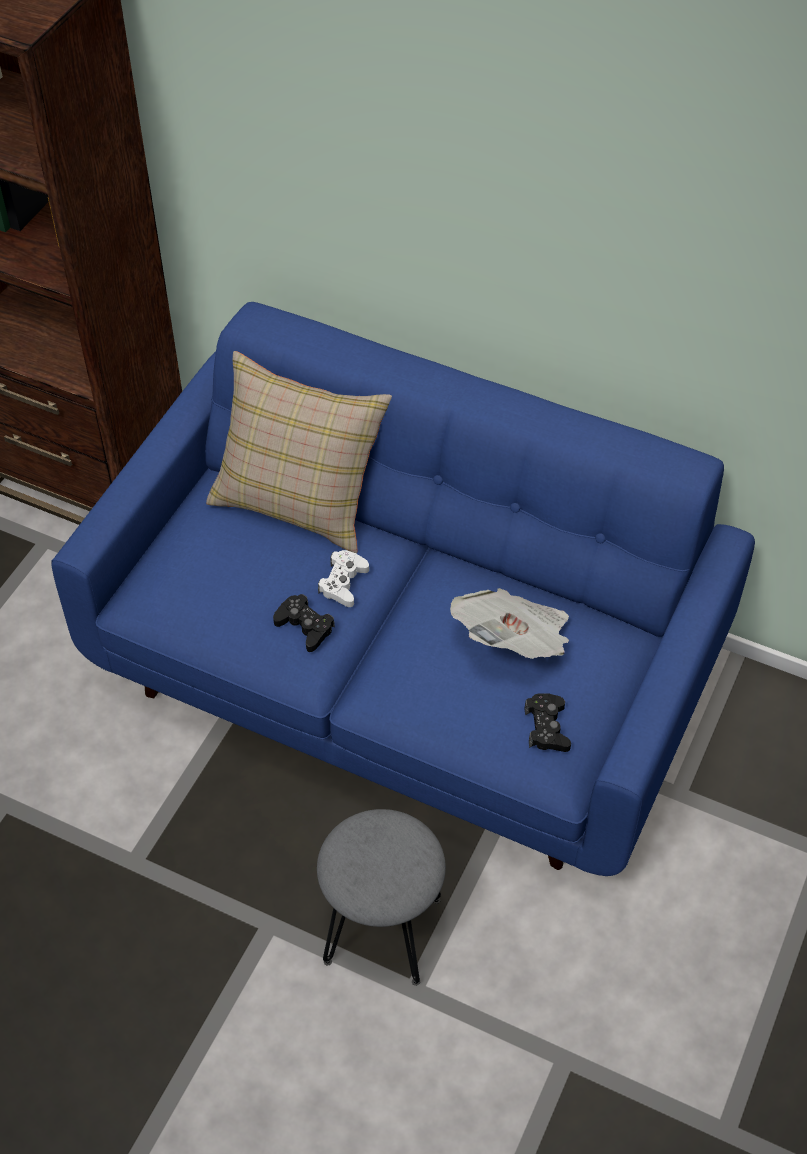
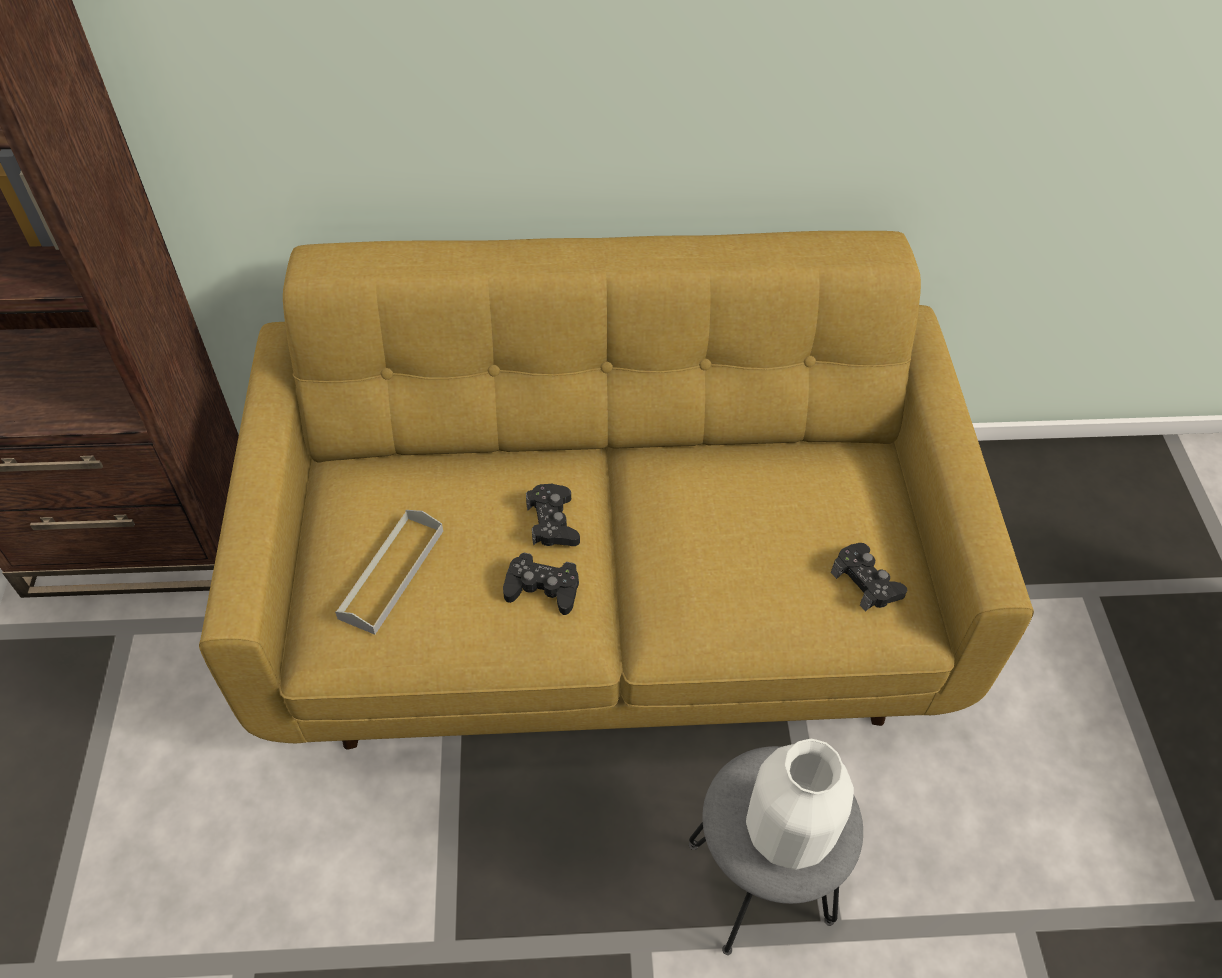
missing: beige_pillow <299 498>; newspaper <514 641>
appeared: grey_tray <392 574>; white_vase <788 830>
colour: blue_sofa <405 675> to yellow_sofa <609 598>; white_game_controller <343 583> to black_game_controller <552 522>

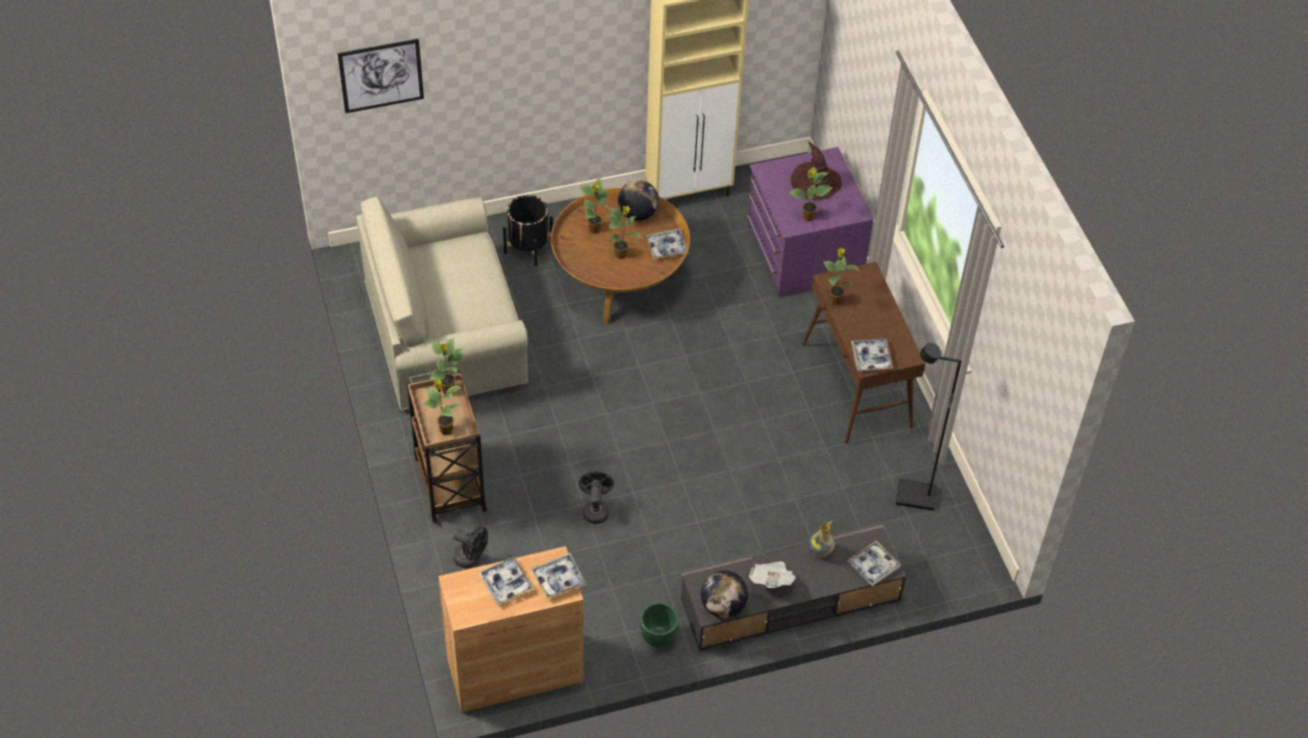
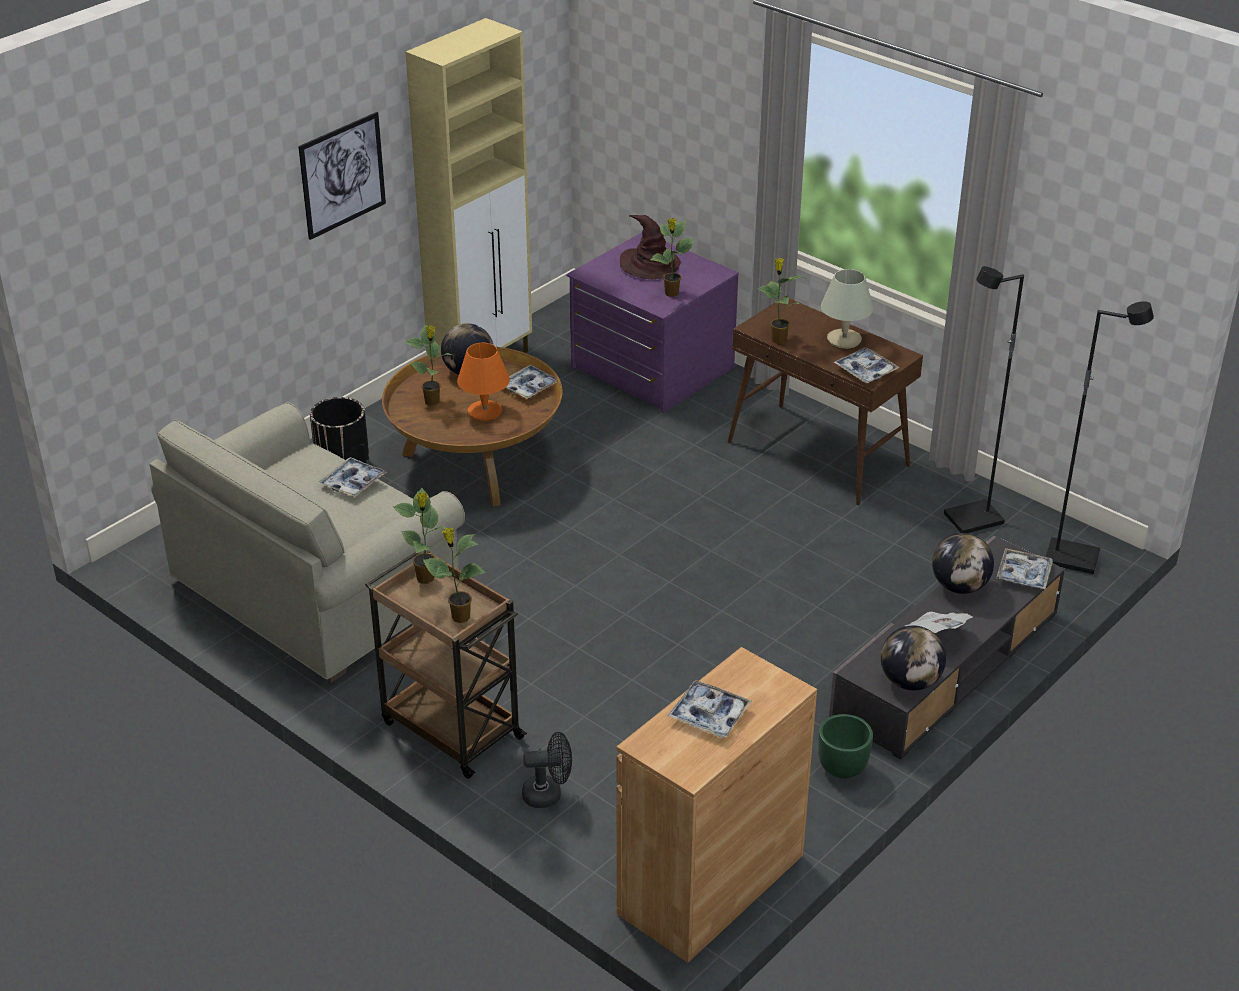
missing: black_fan <595 509>
appeared: beige_table_lamp <844 340>; black_floor_lamp <1072 558>
relocated: picture <381 75> to <342 175>; tray <558 579> to <353 482>
exchanged: potted_plant <621 254> to orange_table_lamp <484 411>; vase <821 553> to globe <959 586>

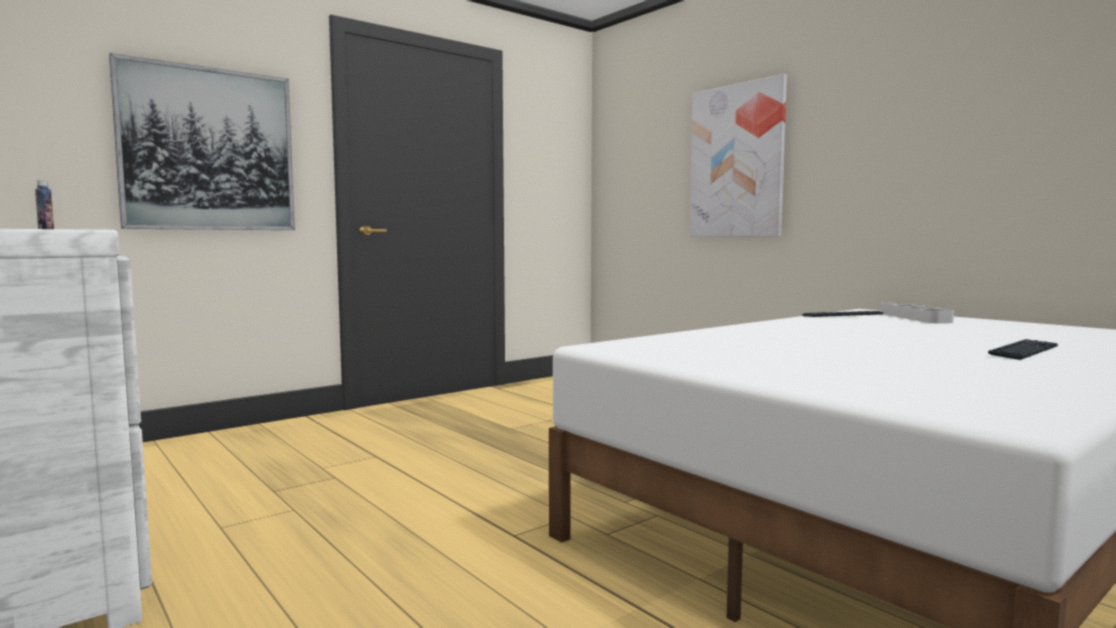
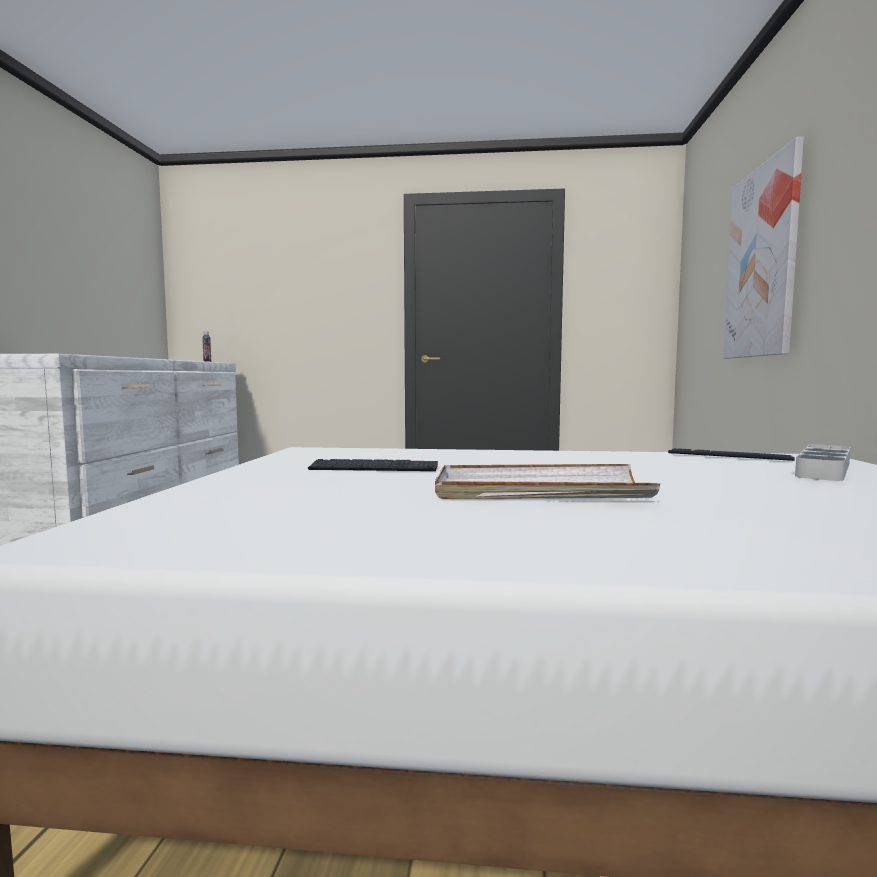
missing: picture <208 150>
appeared: white_tray <539 490>
relocated: keyboard <1024 351> to <374 468>

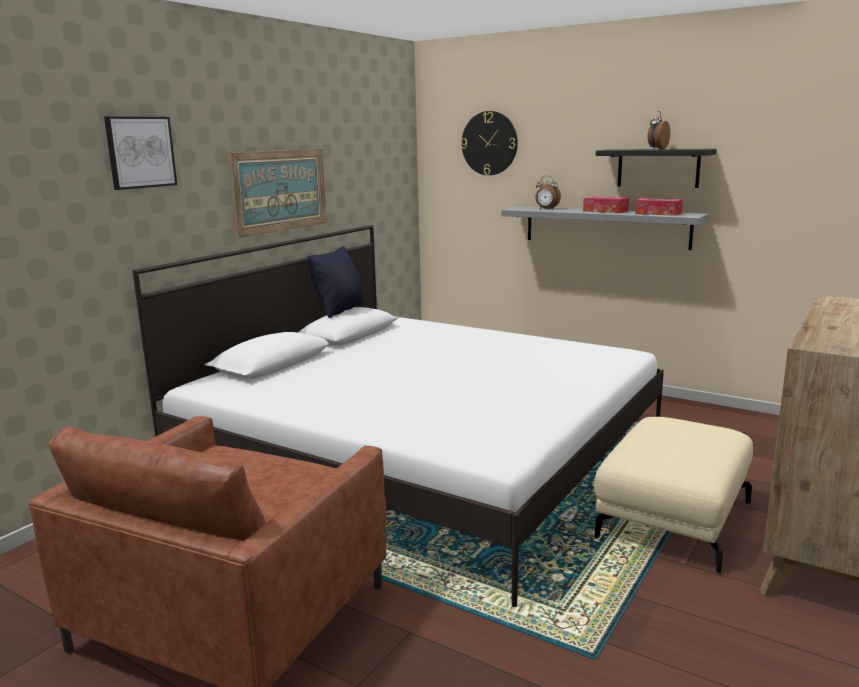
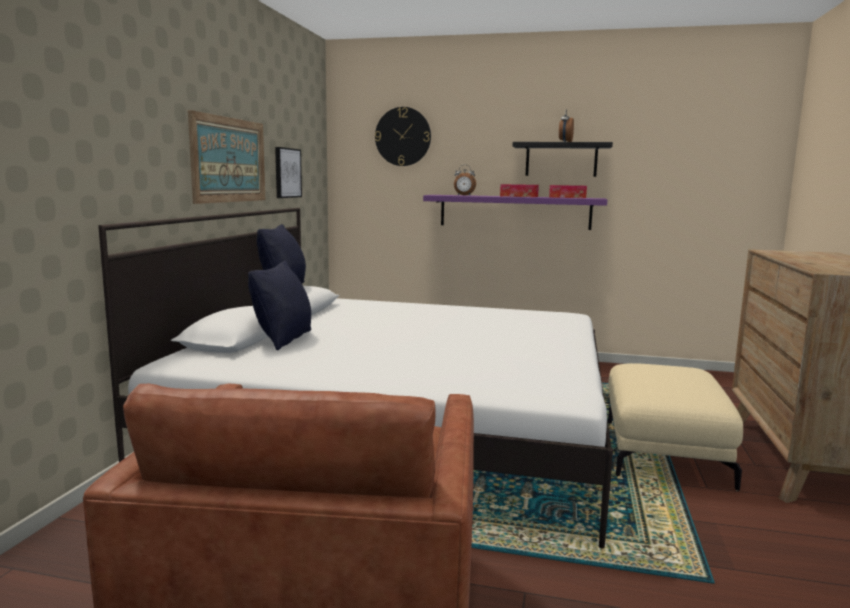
appeared: black_pillow <284 339>
relocated: picture <140 152> to <287 173>
colour: grey_shelf <605 227> to purple_shelf <514 212>

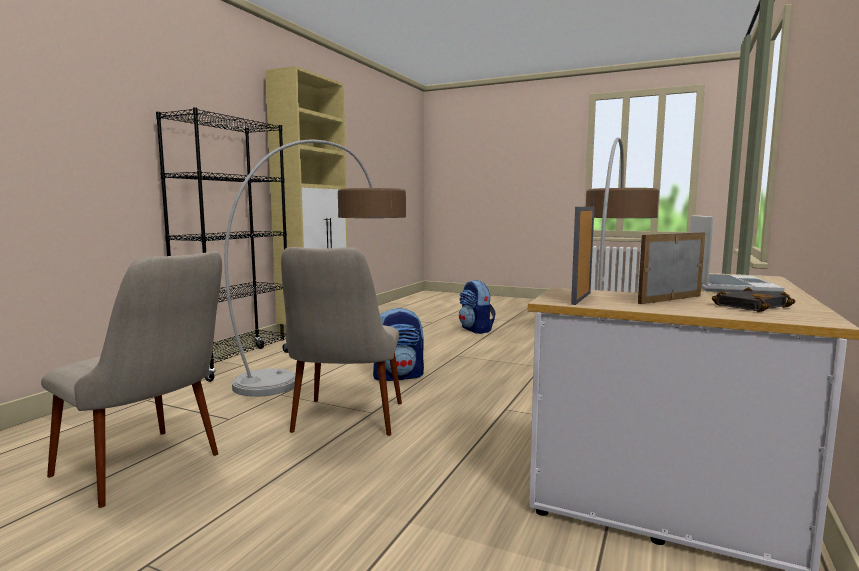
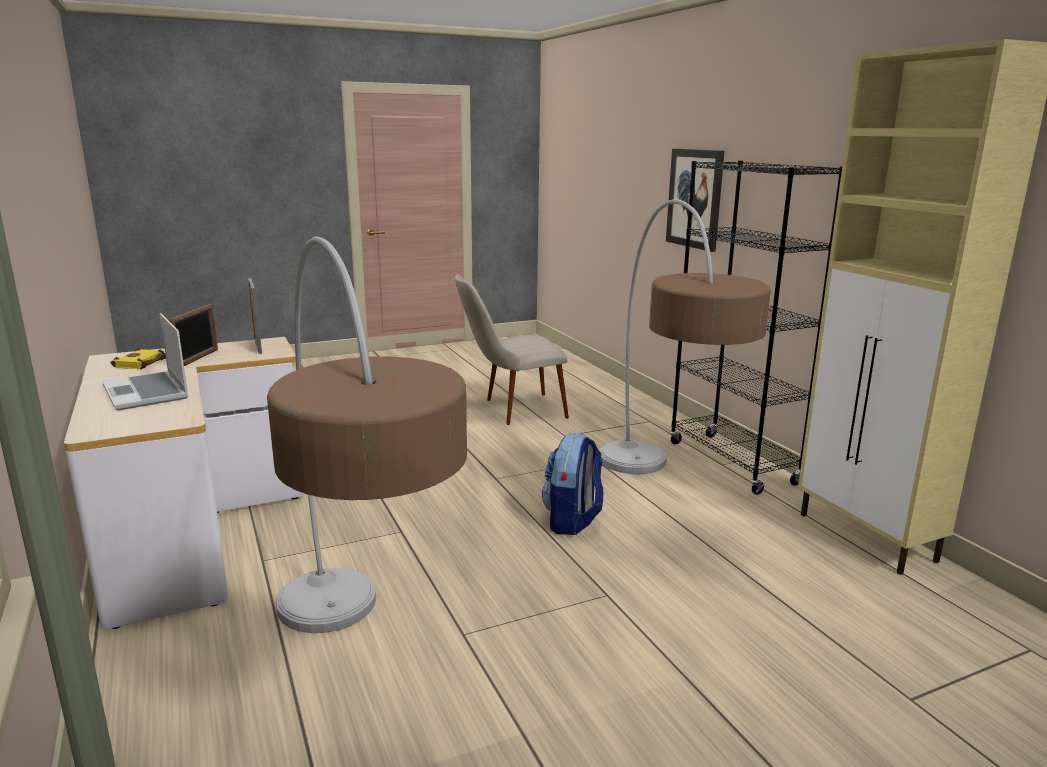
missing: beige_chair <344 425>; backpack <476 330>
appeared: picture <695 198>
colour: black_book <750 305> to yellow_book <141 363>

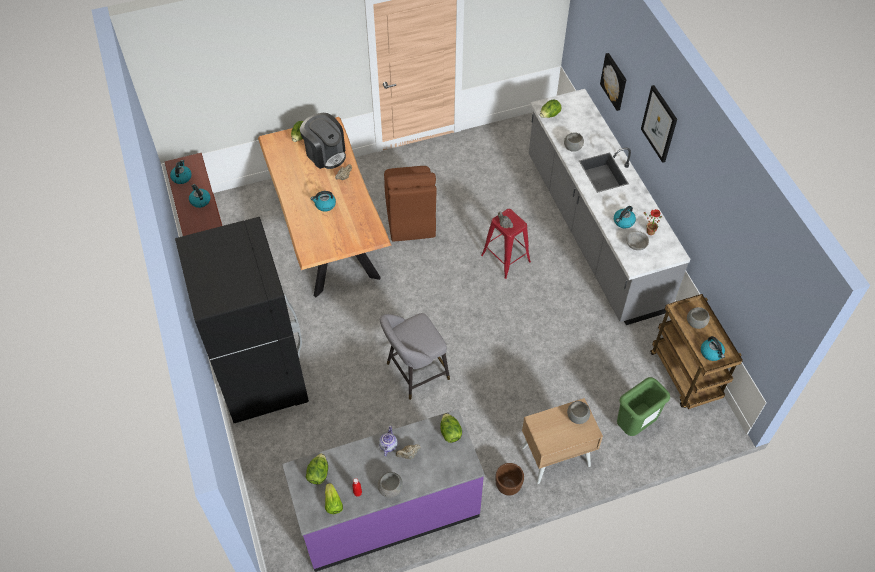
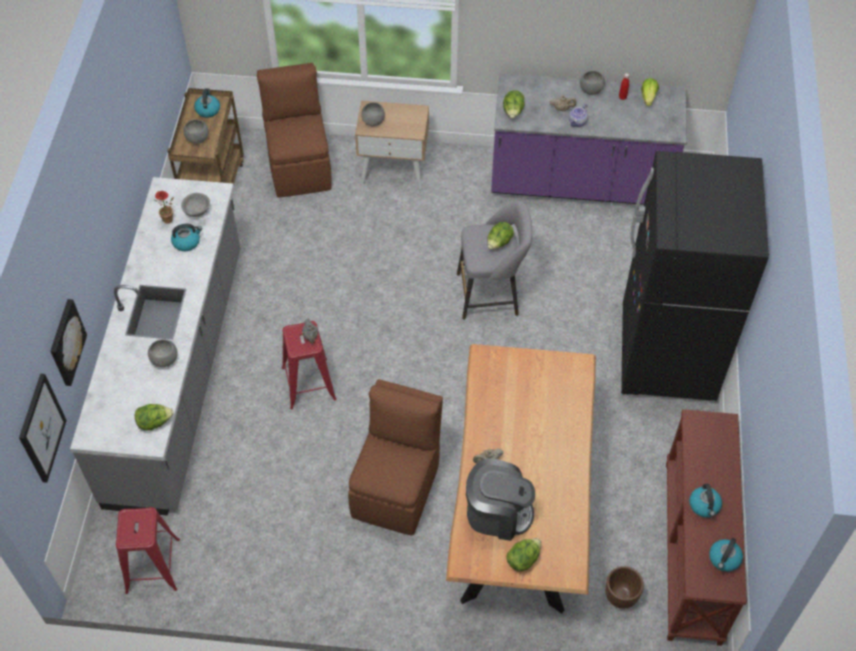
missing: kettle <325 205>
appeared: red_stool <153 566>
relocated: lettuce <318 473> to <499 243>; brown_planter <508 486> to <620 597>; picture <659 123> to <41 428>
exchanged: green_trash_can <635 425> to brown_chair <299 166>
spun: coffee_machine <325 153> = <497 513> 120 degrees clockwise

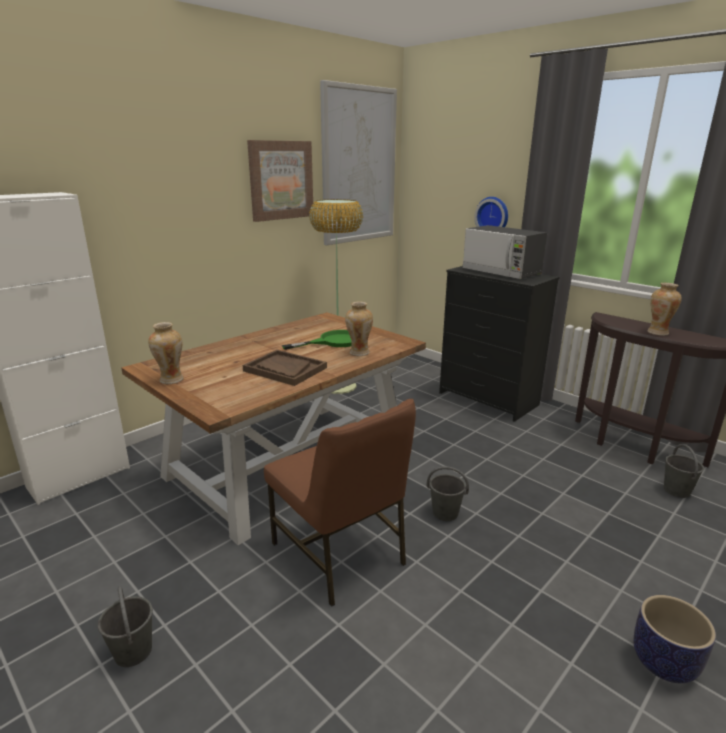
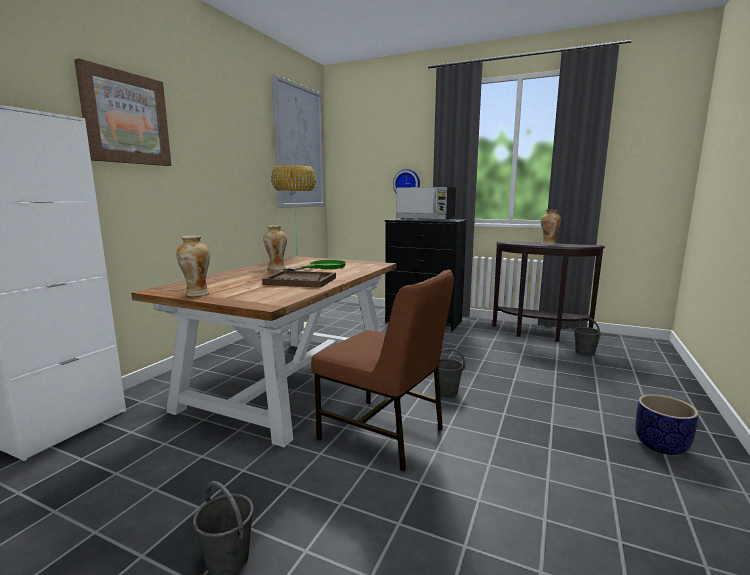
relocated: picture <281 180> to <126 118>; vase <358 353> to <276 269>

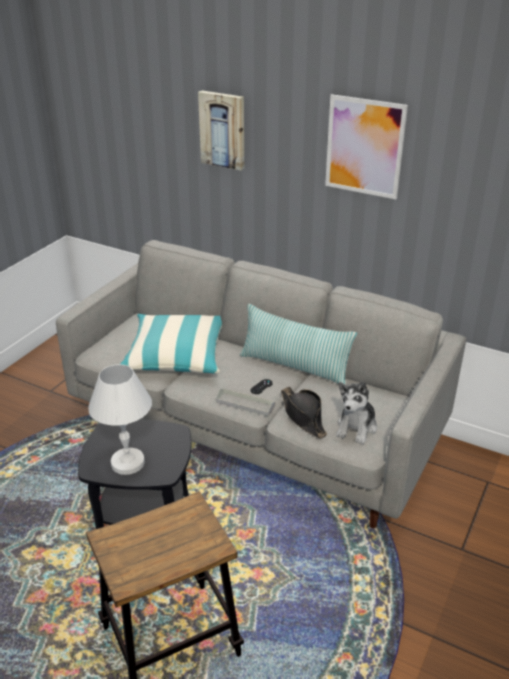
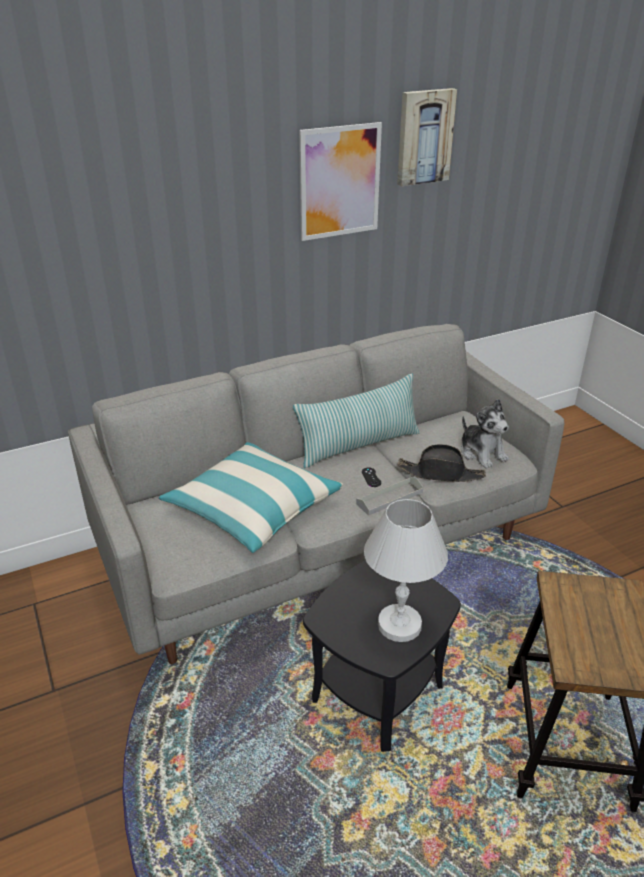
relocated: picture <223 129> to <424 137>

